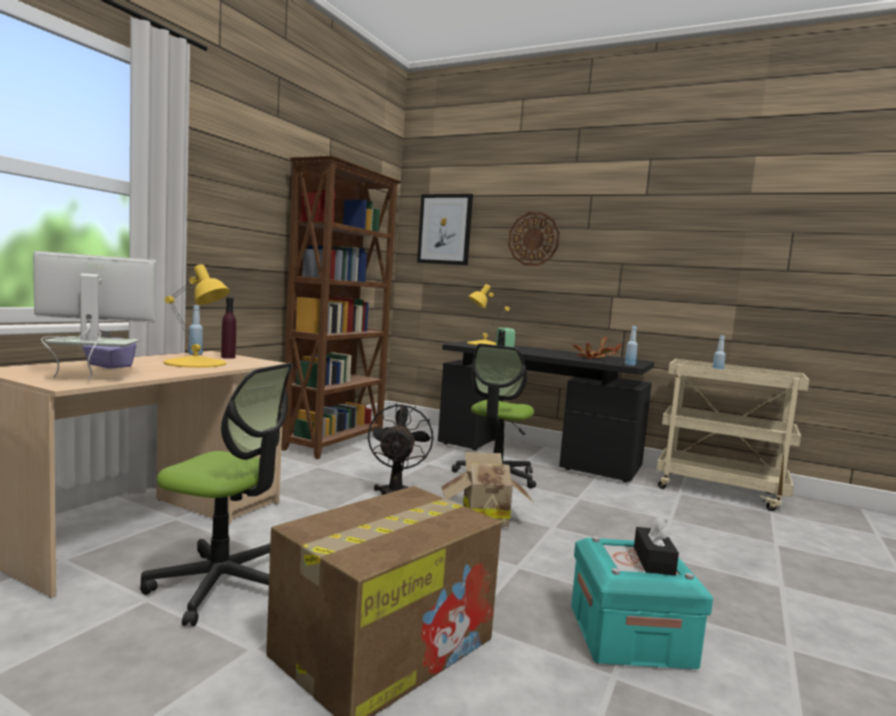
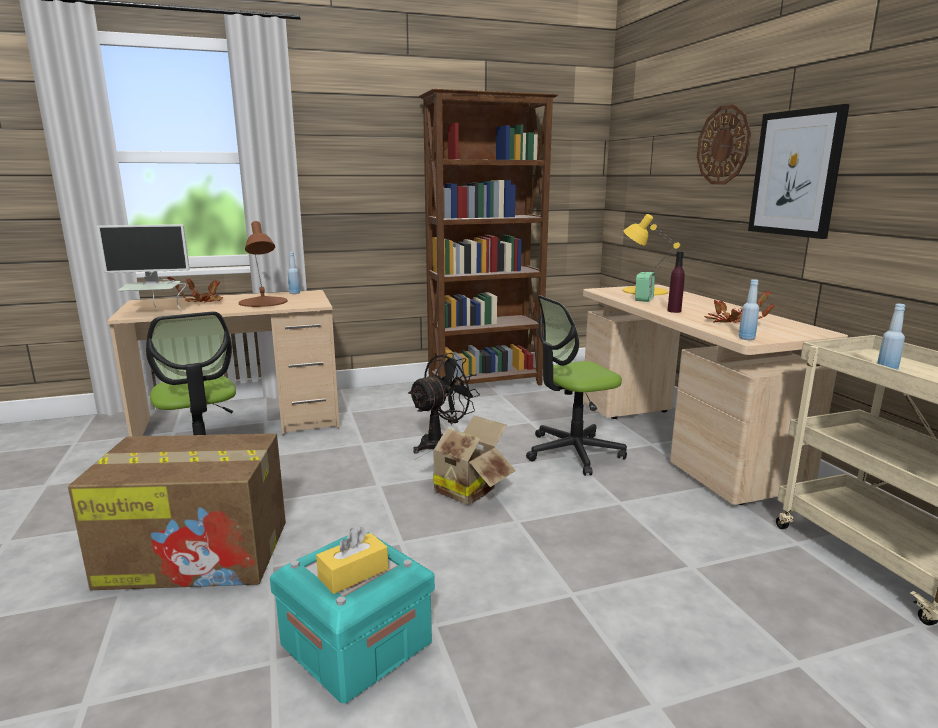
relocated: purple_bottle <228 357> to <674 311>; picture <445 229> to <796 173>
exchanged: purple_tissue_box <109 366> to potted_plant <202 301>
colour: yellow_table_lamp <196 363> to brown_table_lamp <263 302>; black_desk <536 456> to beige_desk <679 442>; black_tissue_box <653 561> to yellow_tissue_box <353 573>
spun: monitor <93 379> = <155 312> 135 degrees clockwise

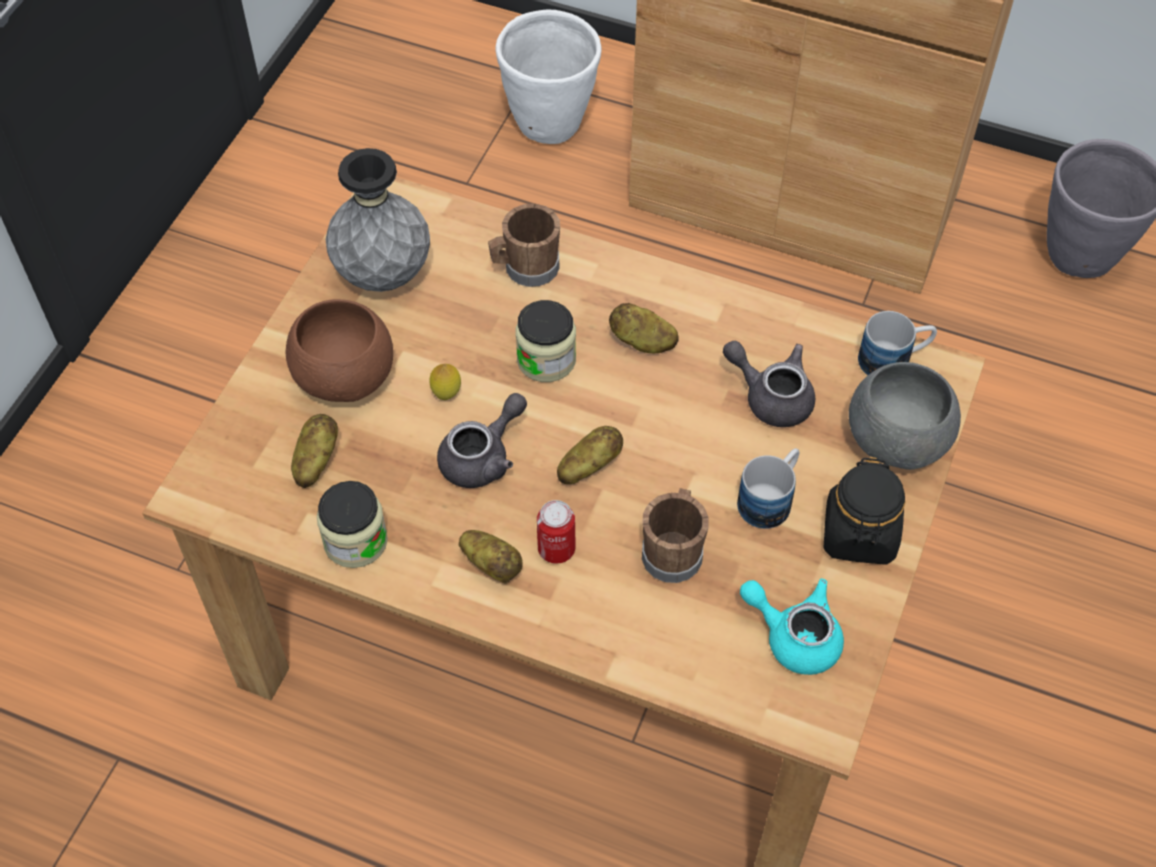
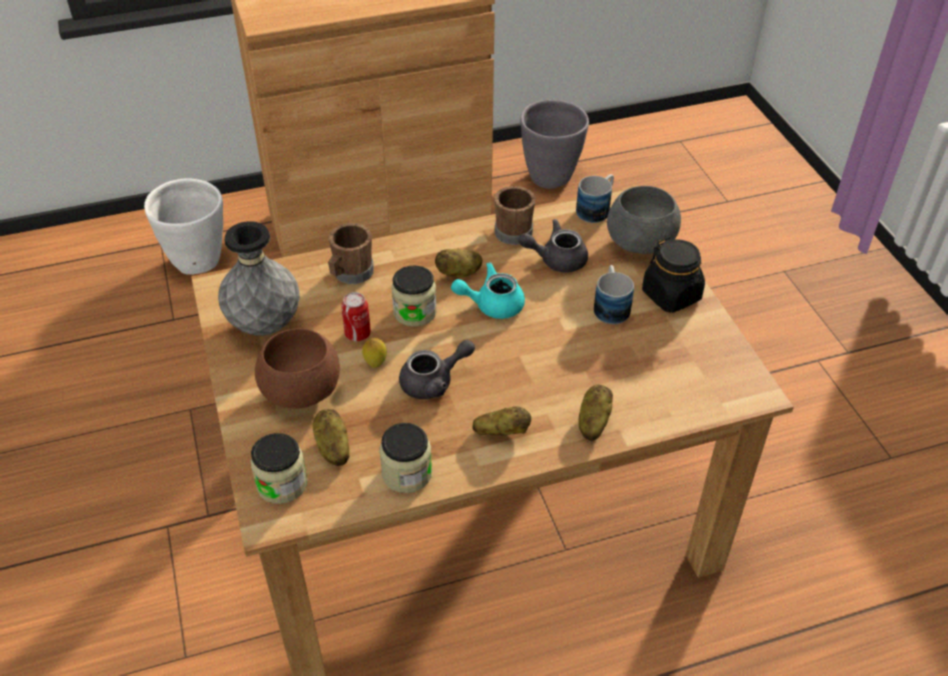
appeared: jar <282 484>
relocated: can <556 549> to <357 334>; potato <589 466> to <593 422>; brown_mug <673 550> to <511 230>; turquoise_teapot <794 636> to <492 304>
spun: grey_teapot <483 457> = <434 382> 60 degrees clockwise

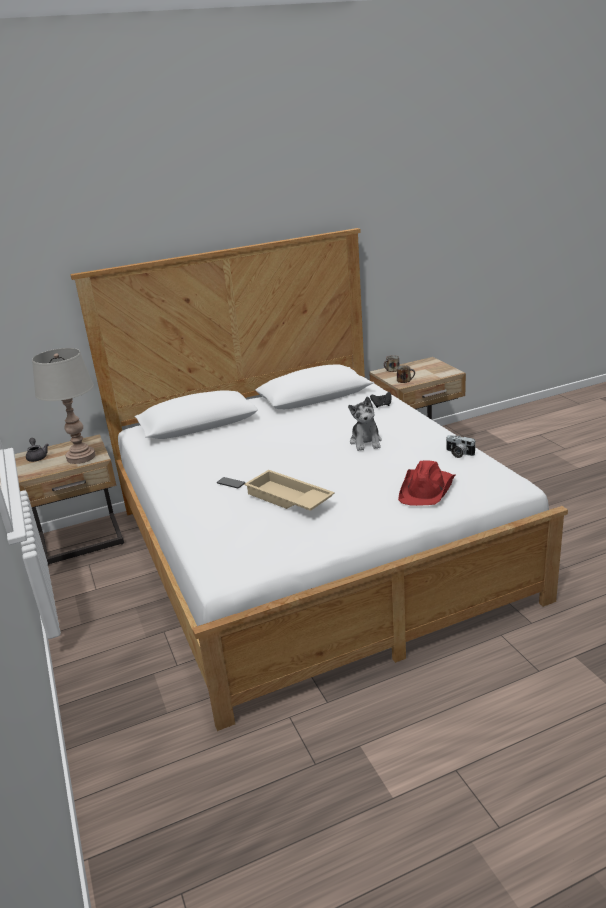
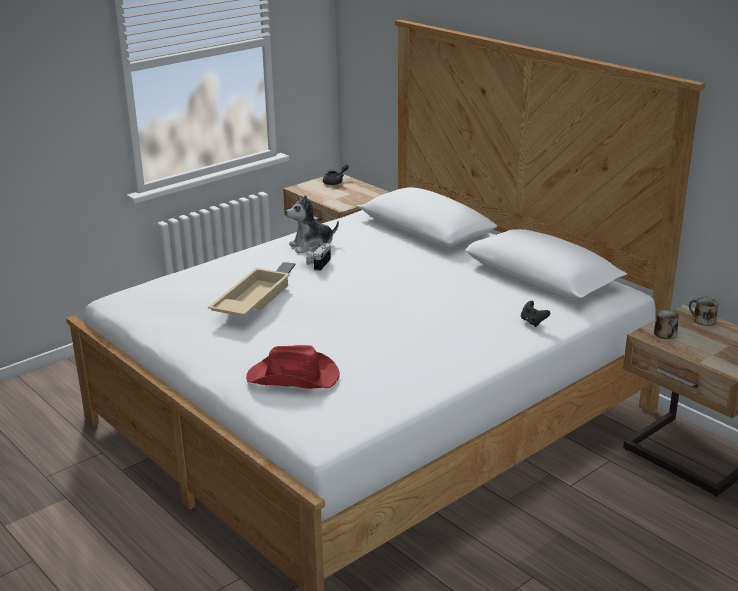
missing: grey_table_lamp <81 457>
relocated: plush_toy <366 442> to <312 246>; photo_camera <458 453> to <318 264>

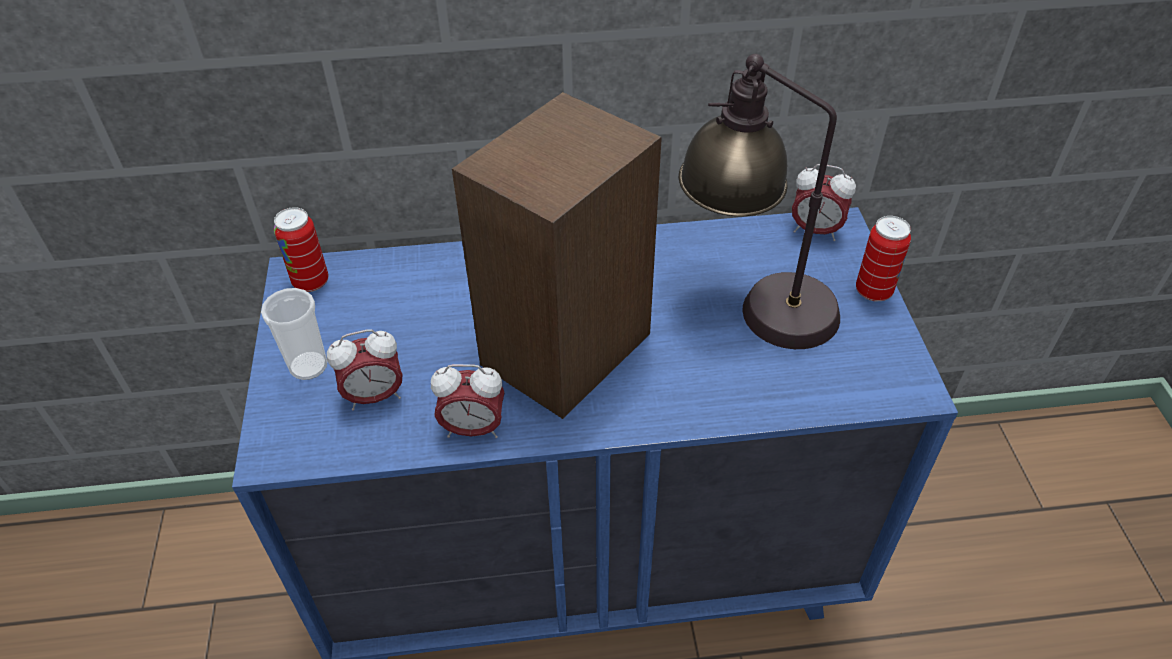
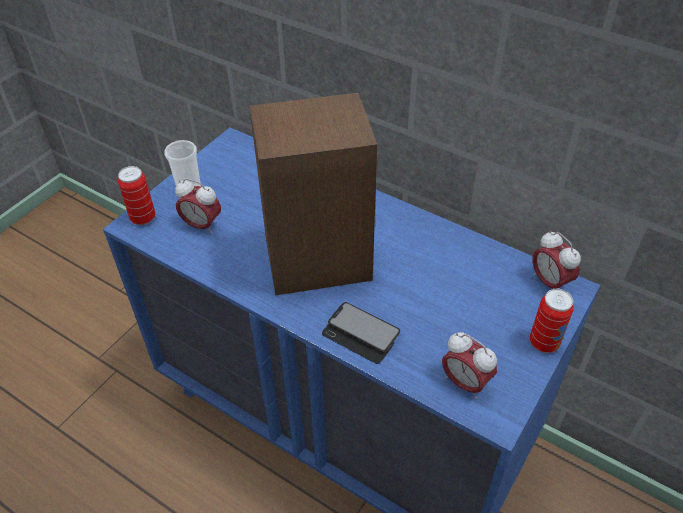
missing: table_lamp <753 303>
appeared: phone <360 334>
relocated: can <311 282> to <143 218>; alarm_clock <473 428> to <465 383>

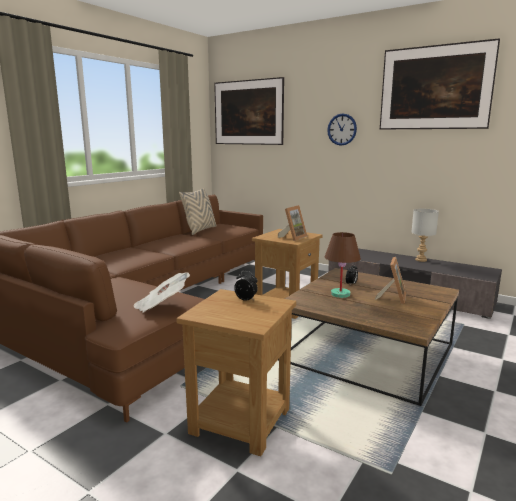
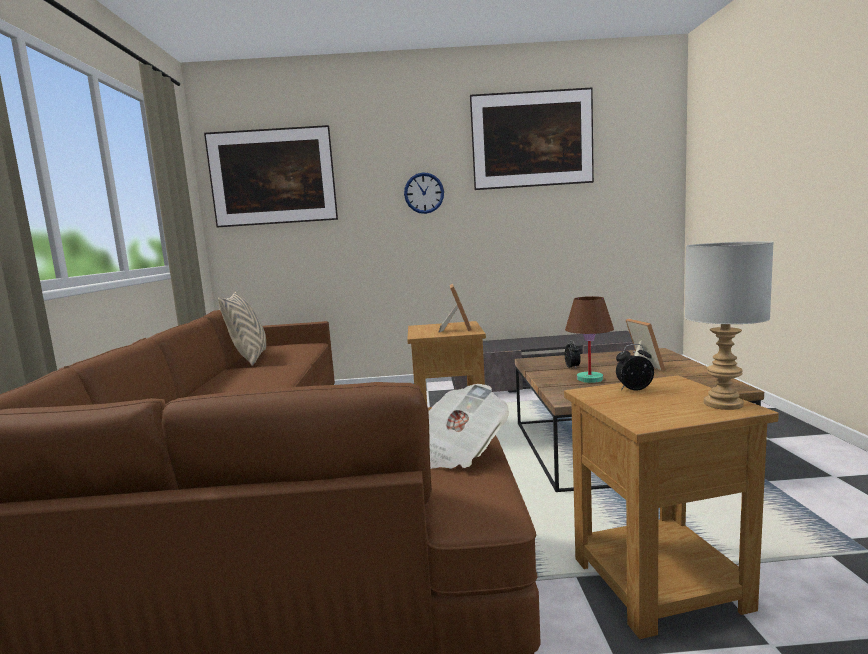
relocated: grey_table_lamp <421 260> to <725 404>

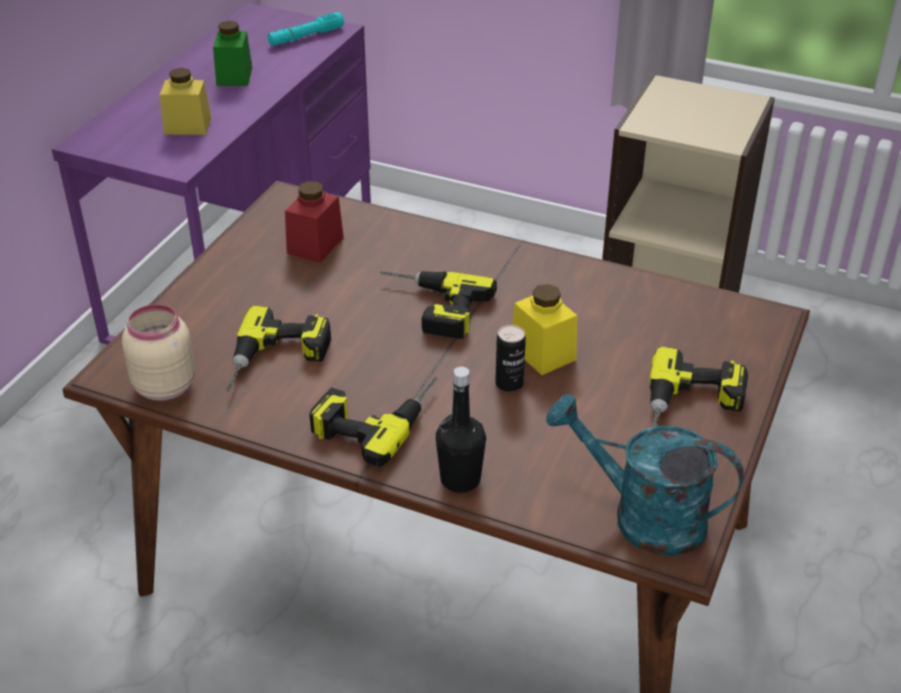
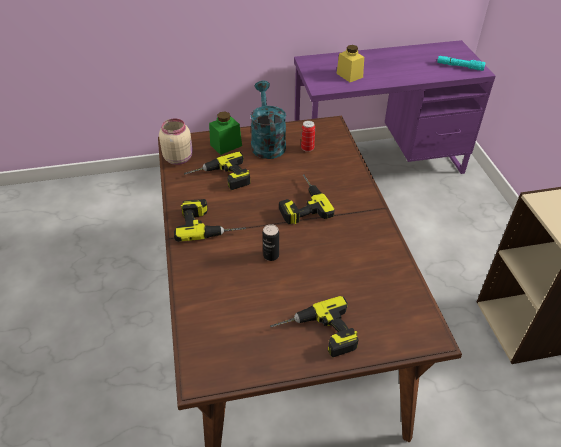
missing: black_bottle <460 479>; yellow_jar <542 353>
relocated: green_jar <234 76> to <226 145>; turquoise_watering_can <642 517> to <267 143>
exchanged: red_jar <315 245> to can <307 148>

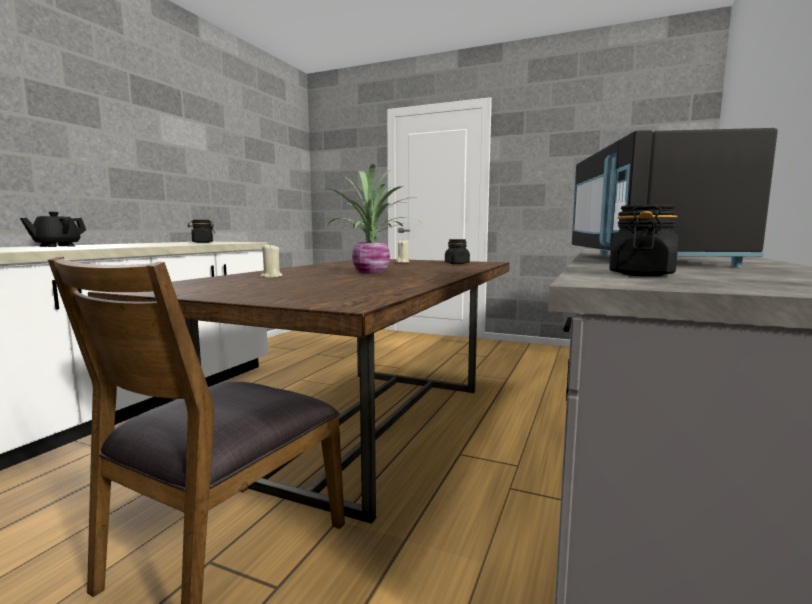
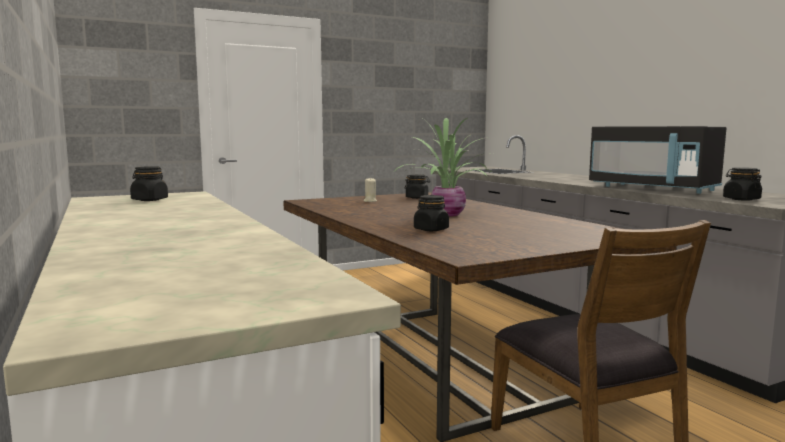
missing: black_teapot <57 246>
exchanged: beige_candle <271 277> to black_jar <431 229>

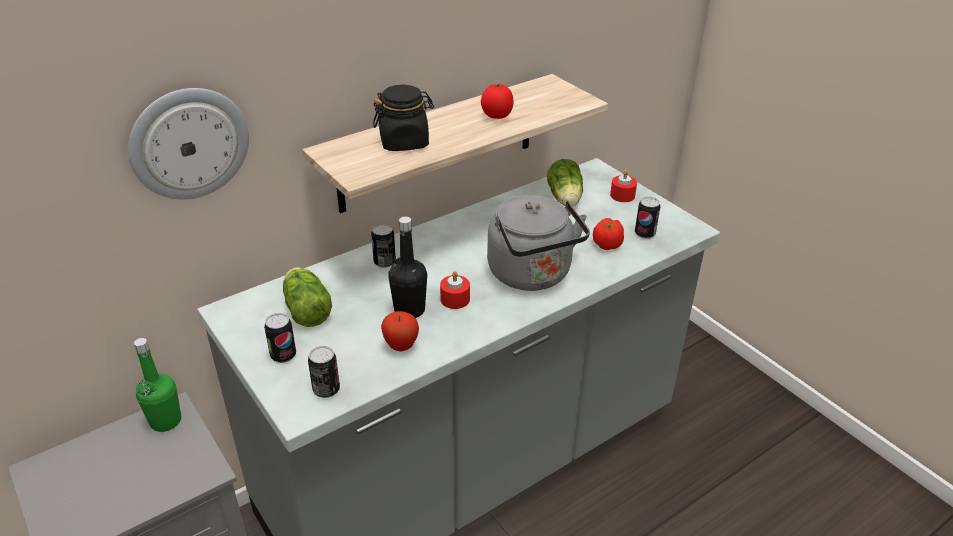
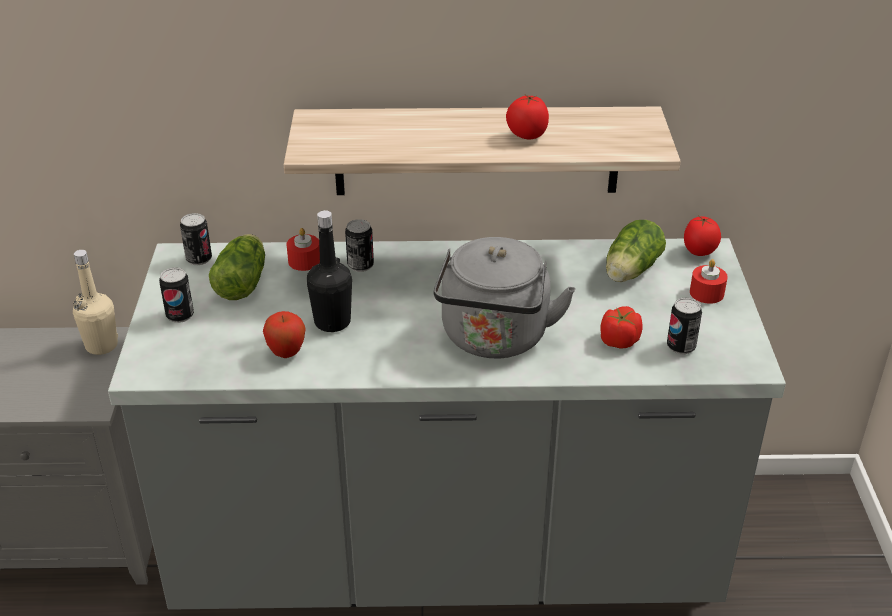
missing: wall_clock <189 143>; black_jar <404 142>
appeared: tomato <699 252>
relocated: can <326 390> to <199 259>; red_candle <455 299> to <304 261>
colour: green_bottle <166 421> to beige_bottle <101 345>

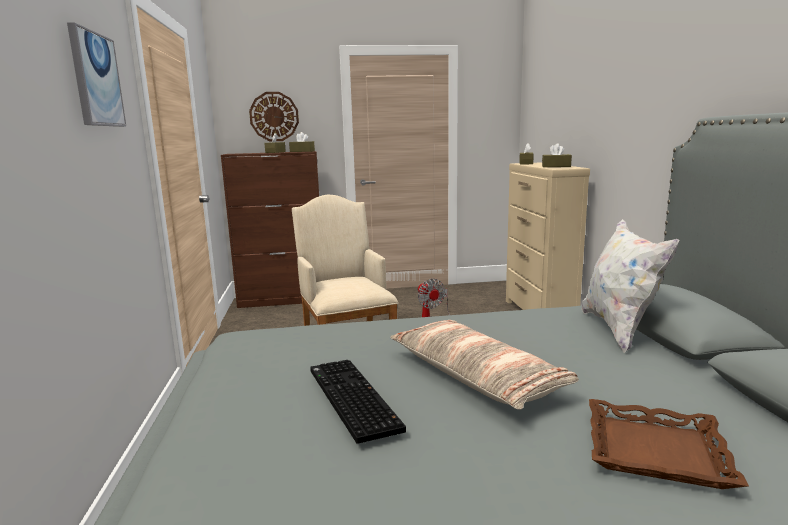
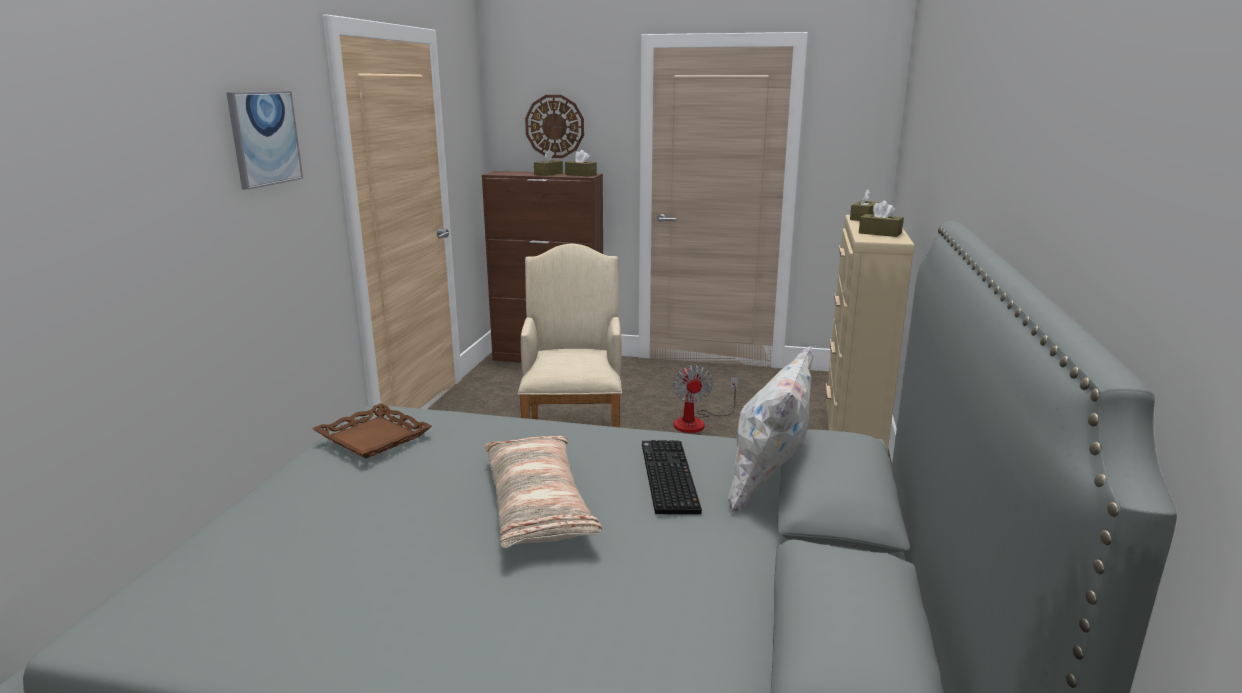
relocated: keyboard <349 399> to <666 477>; brown_tray <655 452> to <372 438>

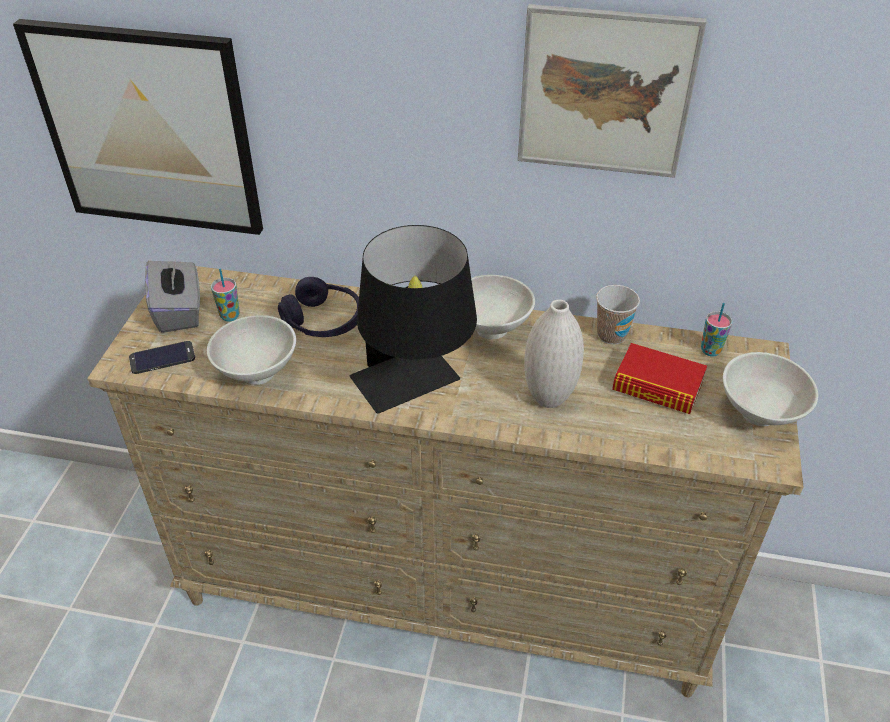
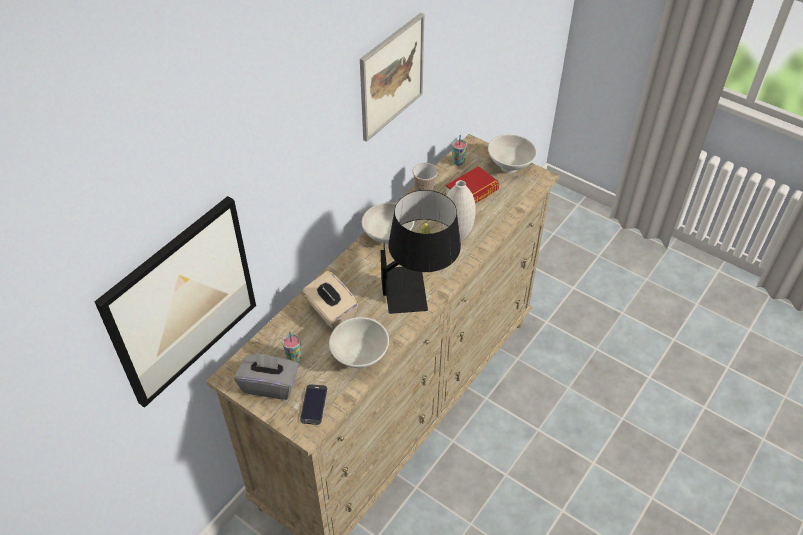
exchanged: purple_headphones <323 321> to beige_tissue_box <331 311>

